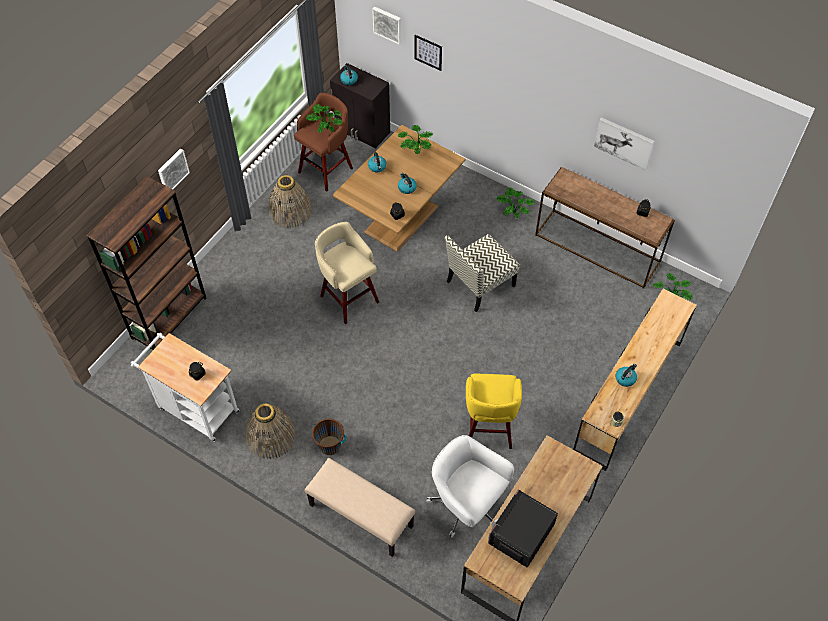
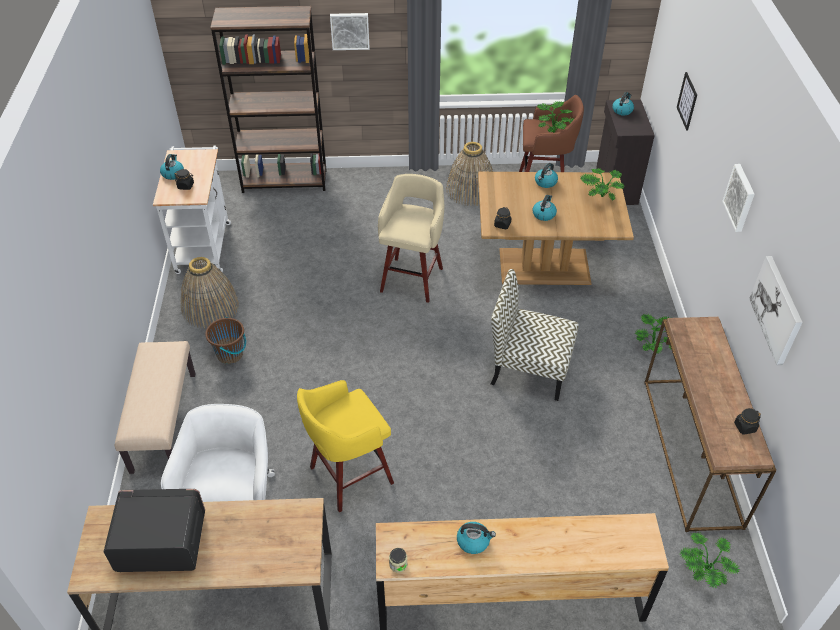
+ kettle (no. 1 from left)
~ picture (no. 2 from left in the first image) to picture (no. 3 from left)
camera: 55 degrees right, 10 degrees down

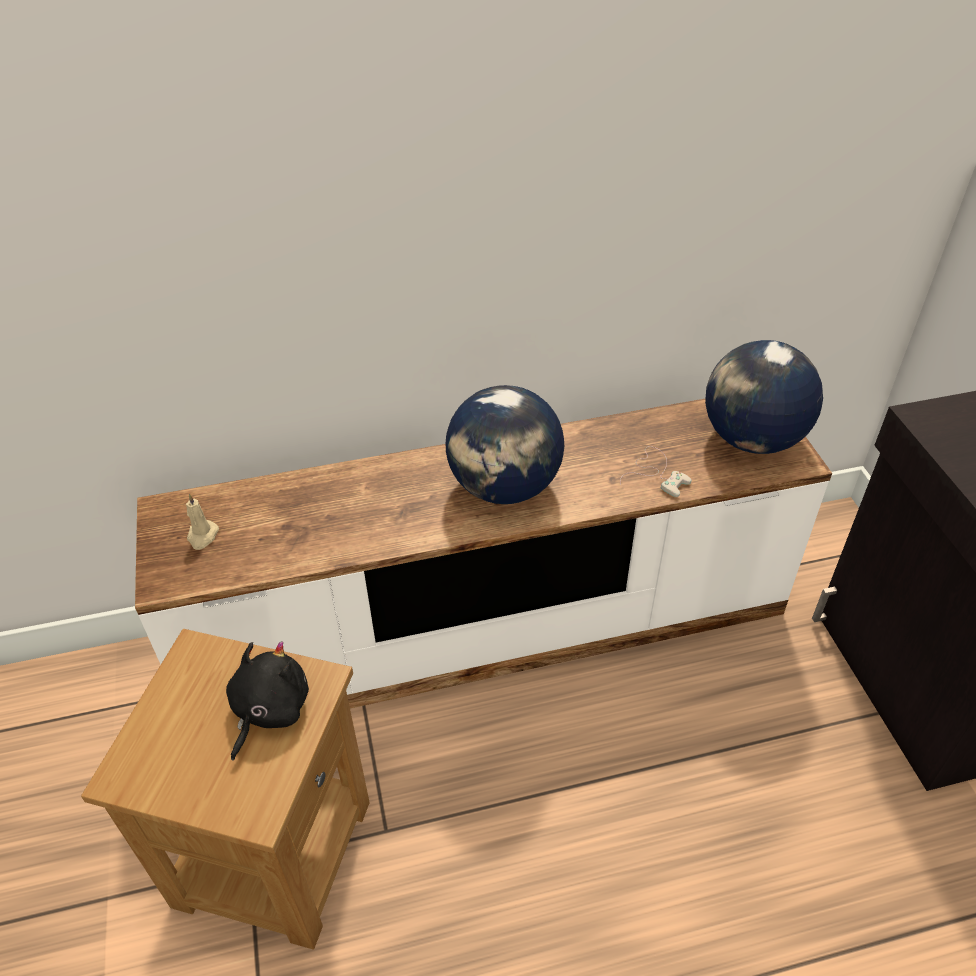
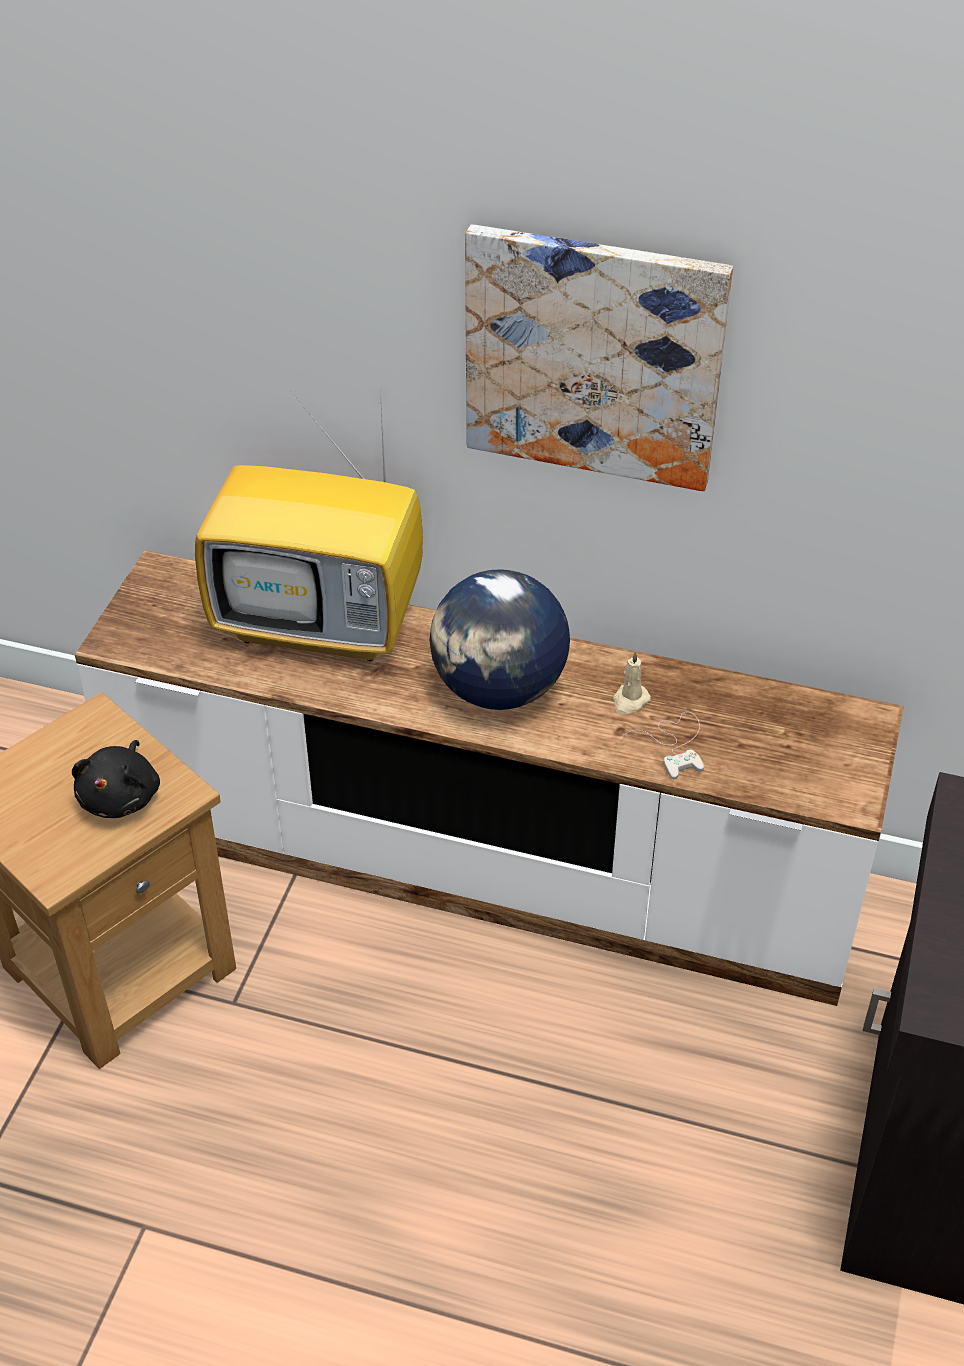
- globe (no. 2 from left)
+ television
+ picture
~ beige candle
~ black plush toy 135 degrees clockwise
camera: 30 degrees right, 0 degrees up

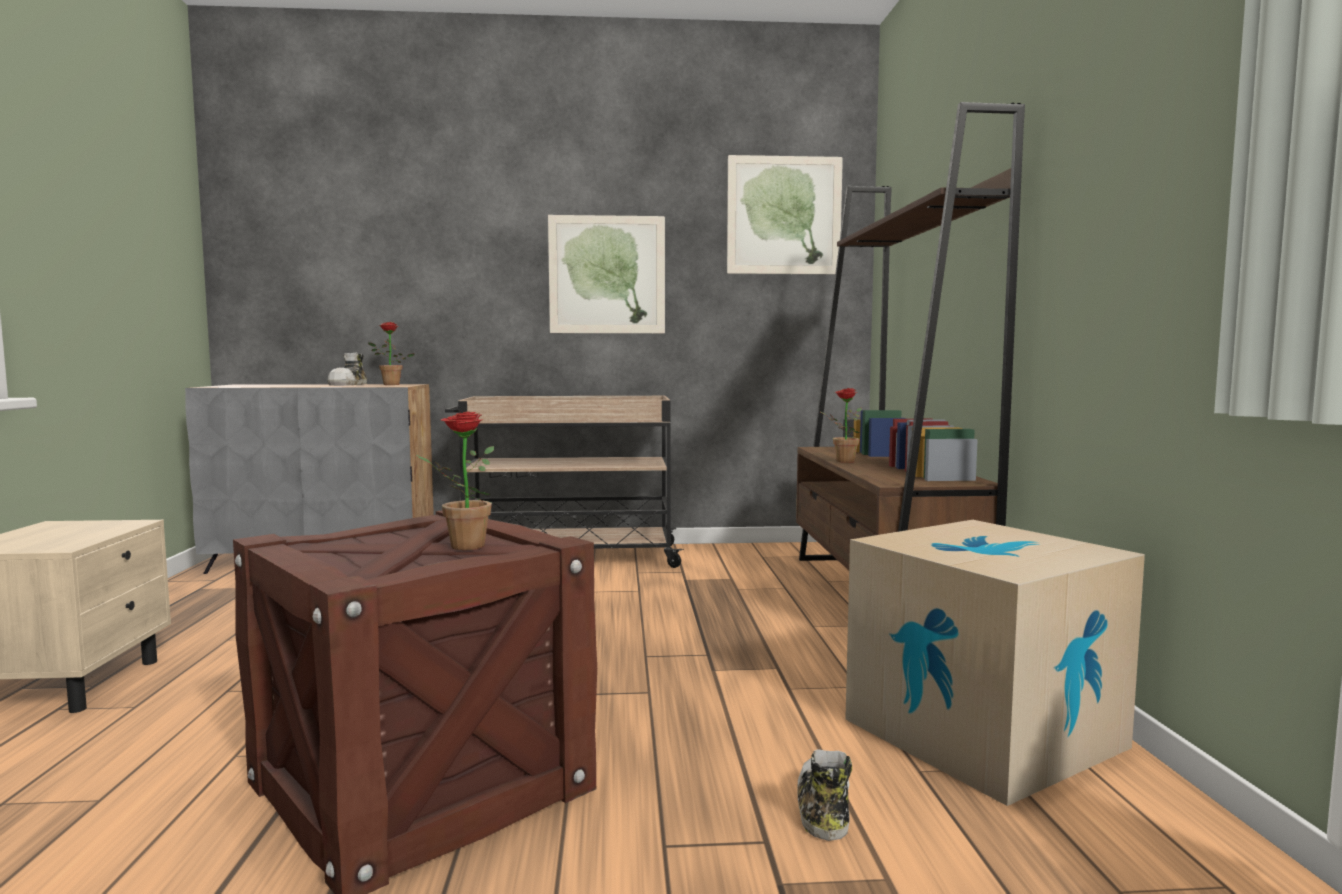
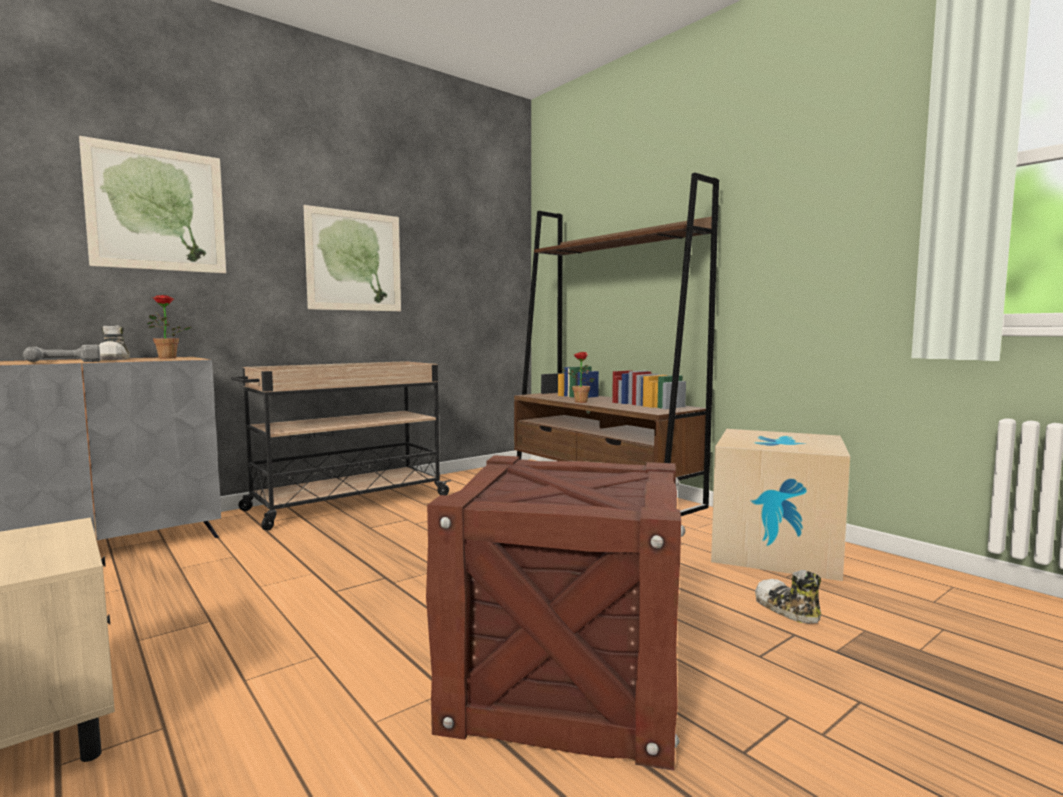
- potted plant (no. 2 from left)
+ power drill
~ picture (no. 2 from left in the first image) to picture (no. 1 from left)
camera: 35 degrees left, 0 degrees up

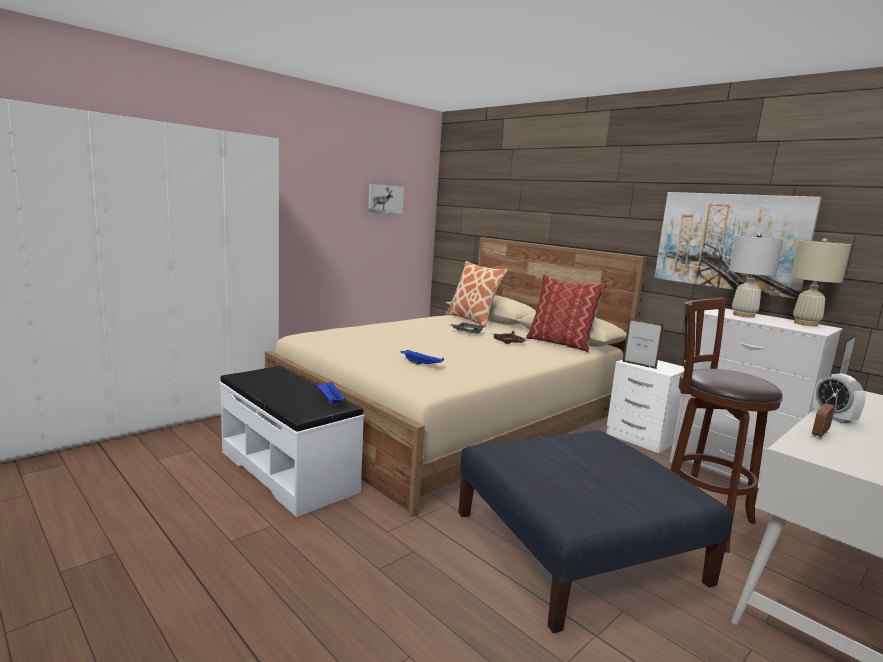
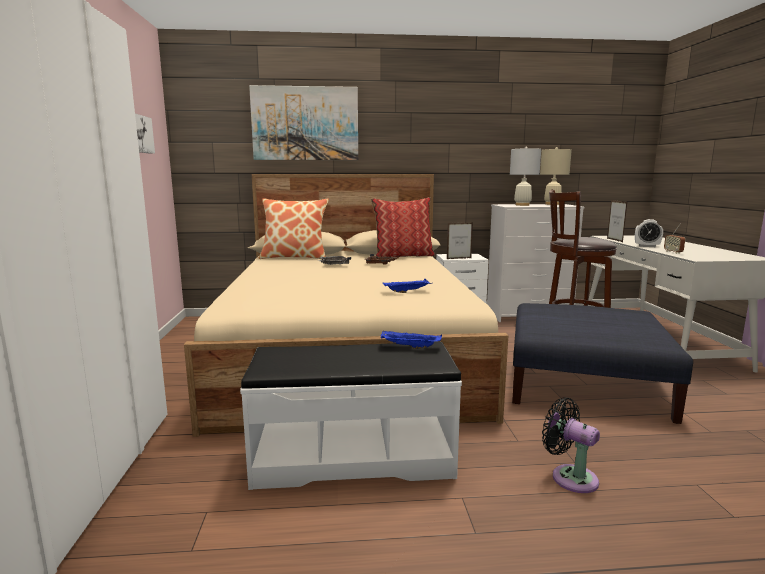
+ black fan
~ picture (no. 2 from left)
camera: 50 degrees left, 0 degrees up

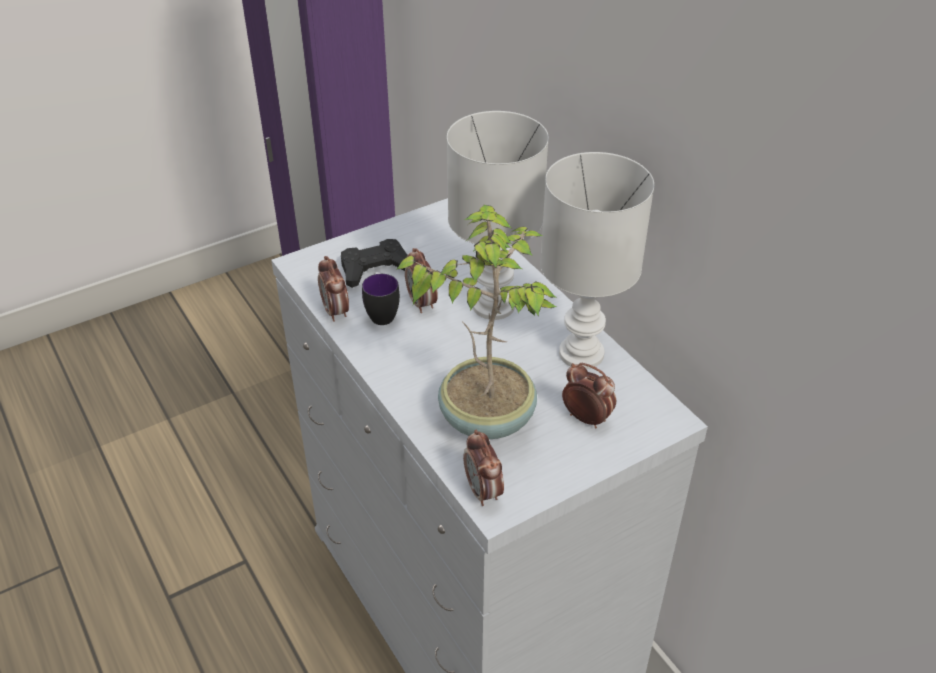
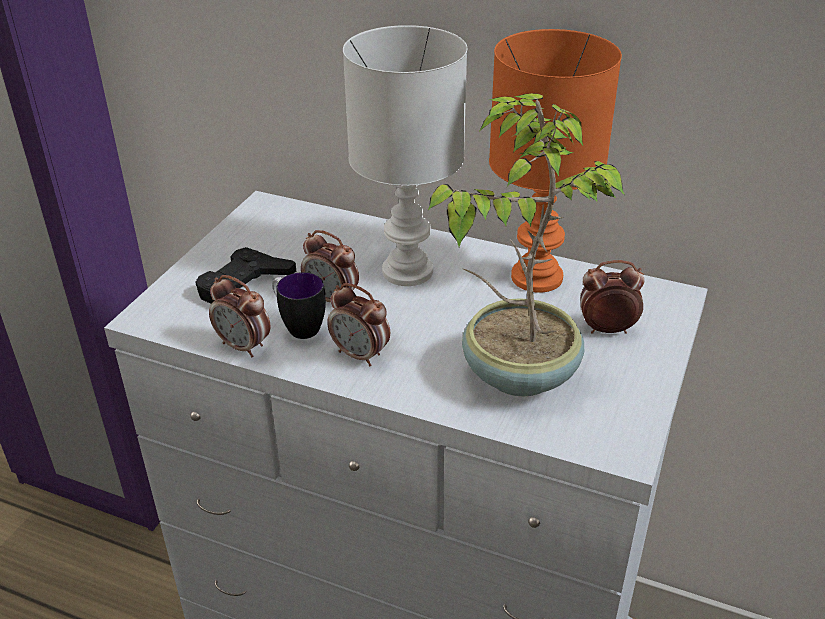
~ alarm clock (no. 3 from left)
~ white table lamp (no. 2 from left) to orange table lamp
camera: 35 degrees left, 5 degrees down

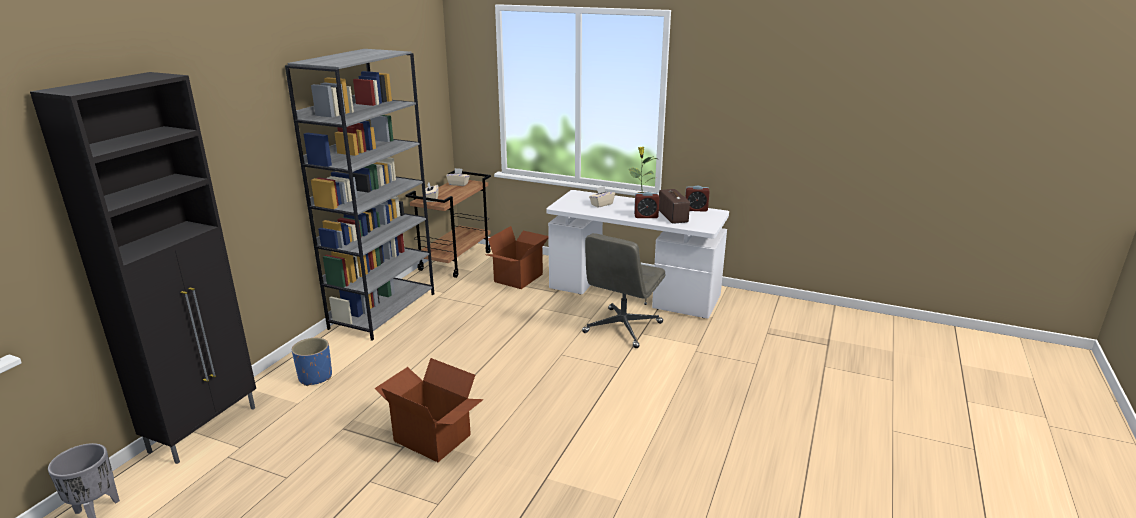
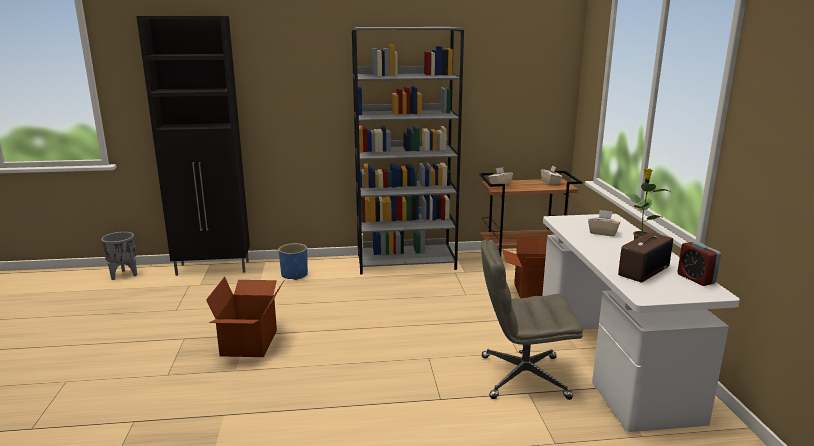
- alarm clock (no. 1 from left)
camera: 60 degrees right, 5 degrees down

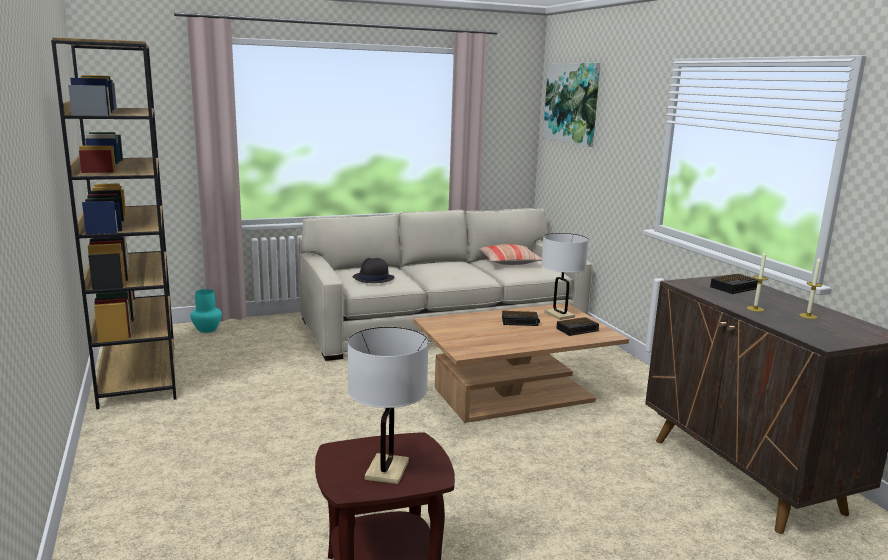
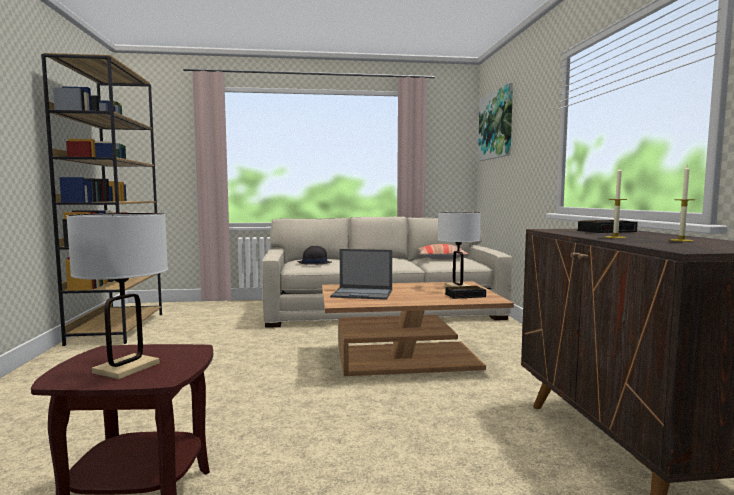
- turquoise vase
- alarm clock (no. 1 from left)
+ laptop
camera: 15 degrees right, 10 degrees down

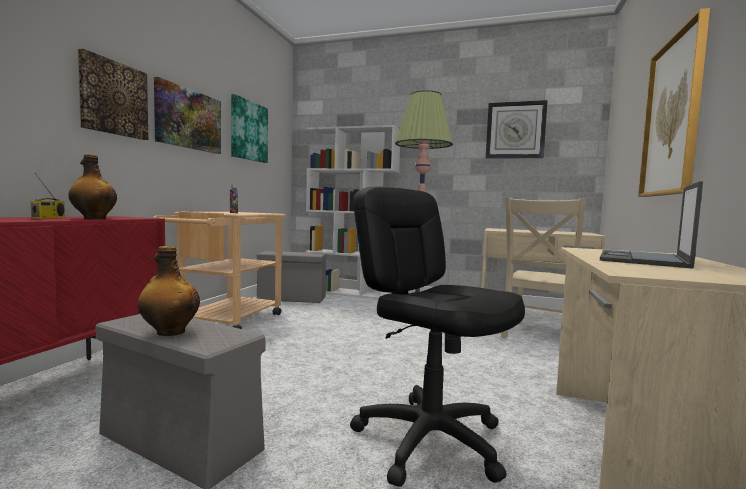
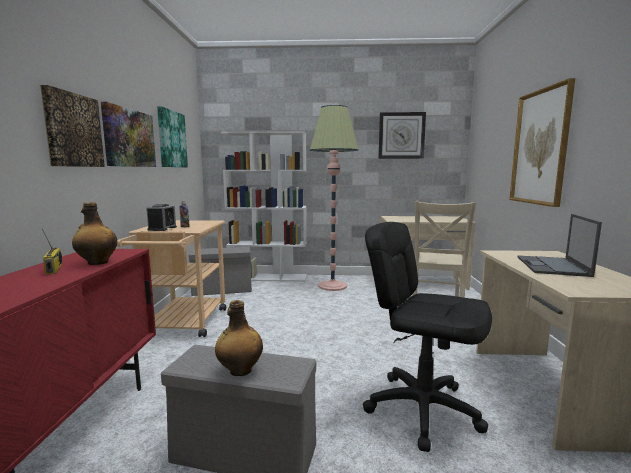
+ alarm clock
camera: 15 degrees left, 5 degrees up

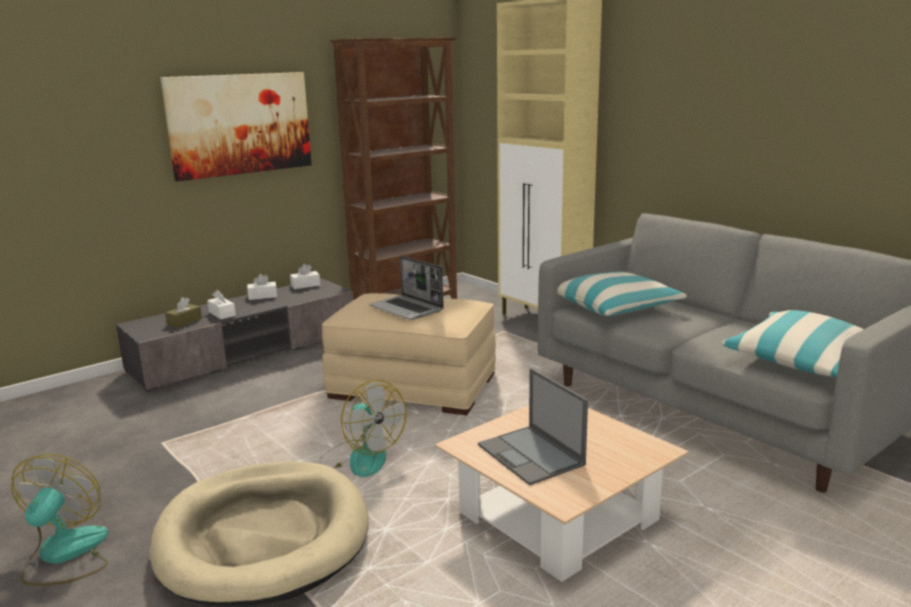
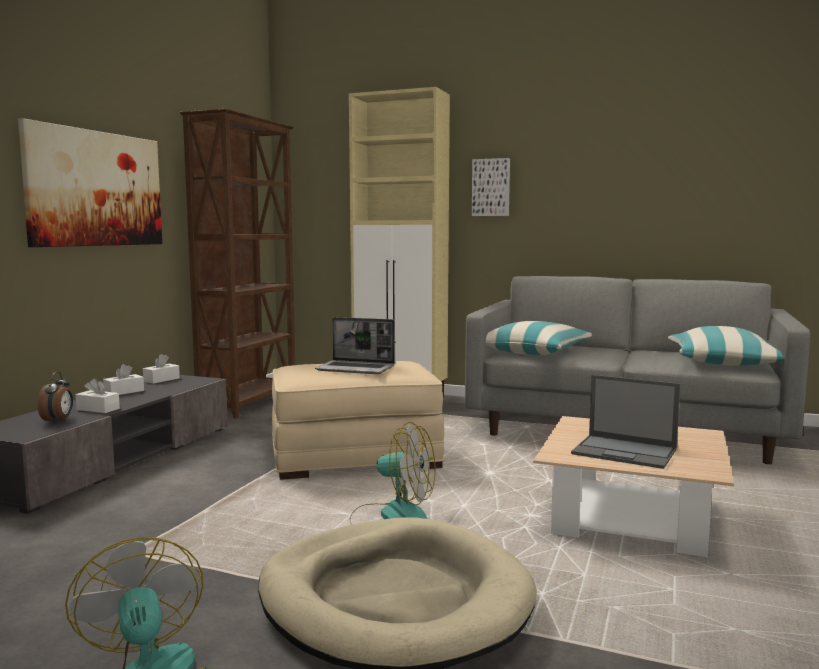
+ picture (no. 2 from left)
~ brown tissue box to alarm clock
camera: 30 degrees left, 10 degrees down

